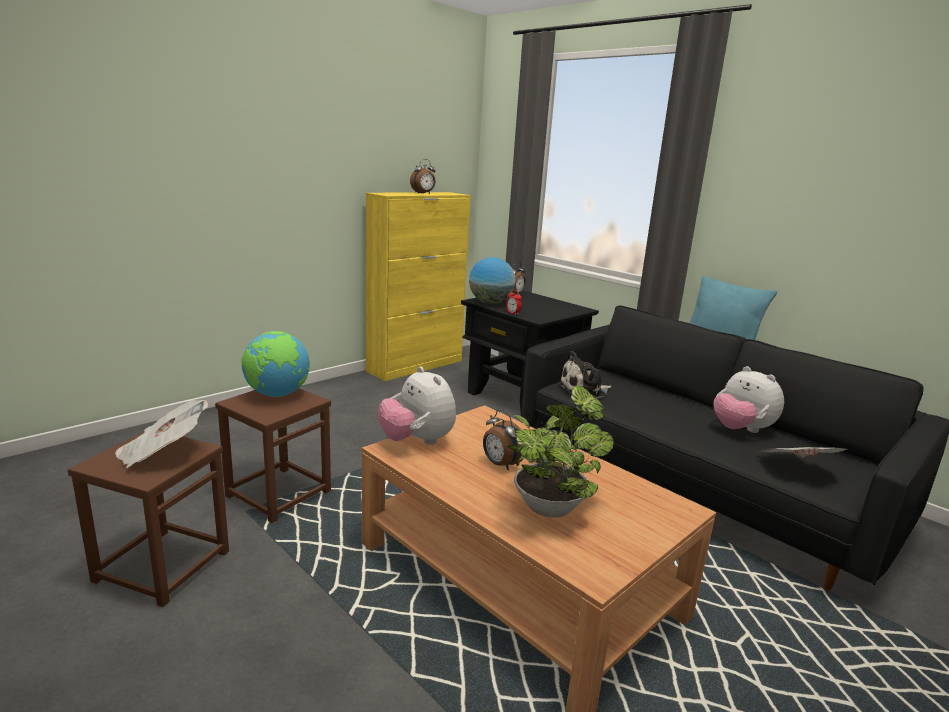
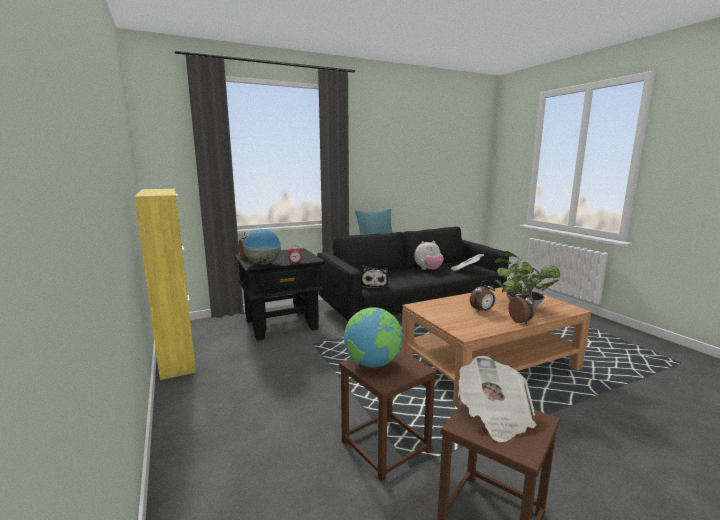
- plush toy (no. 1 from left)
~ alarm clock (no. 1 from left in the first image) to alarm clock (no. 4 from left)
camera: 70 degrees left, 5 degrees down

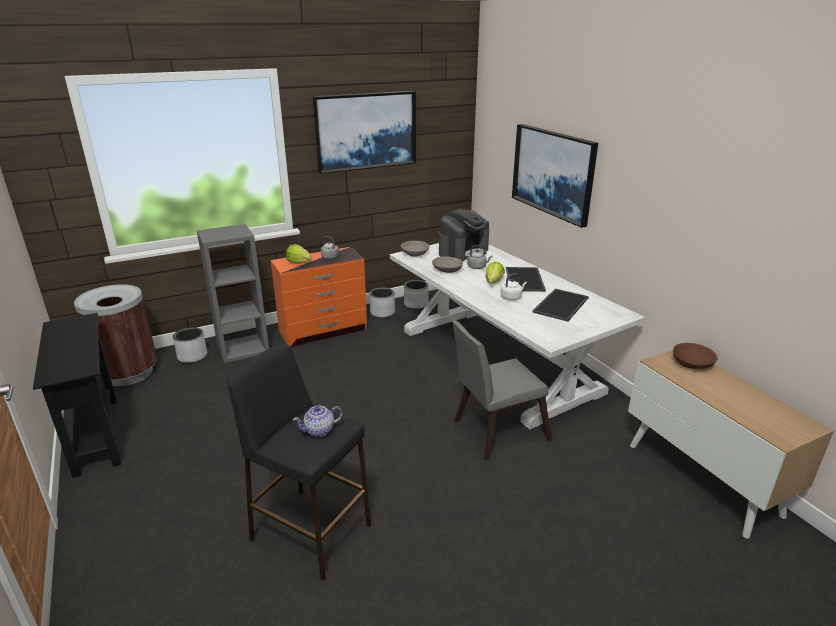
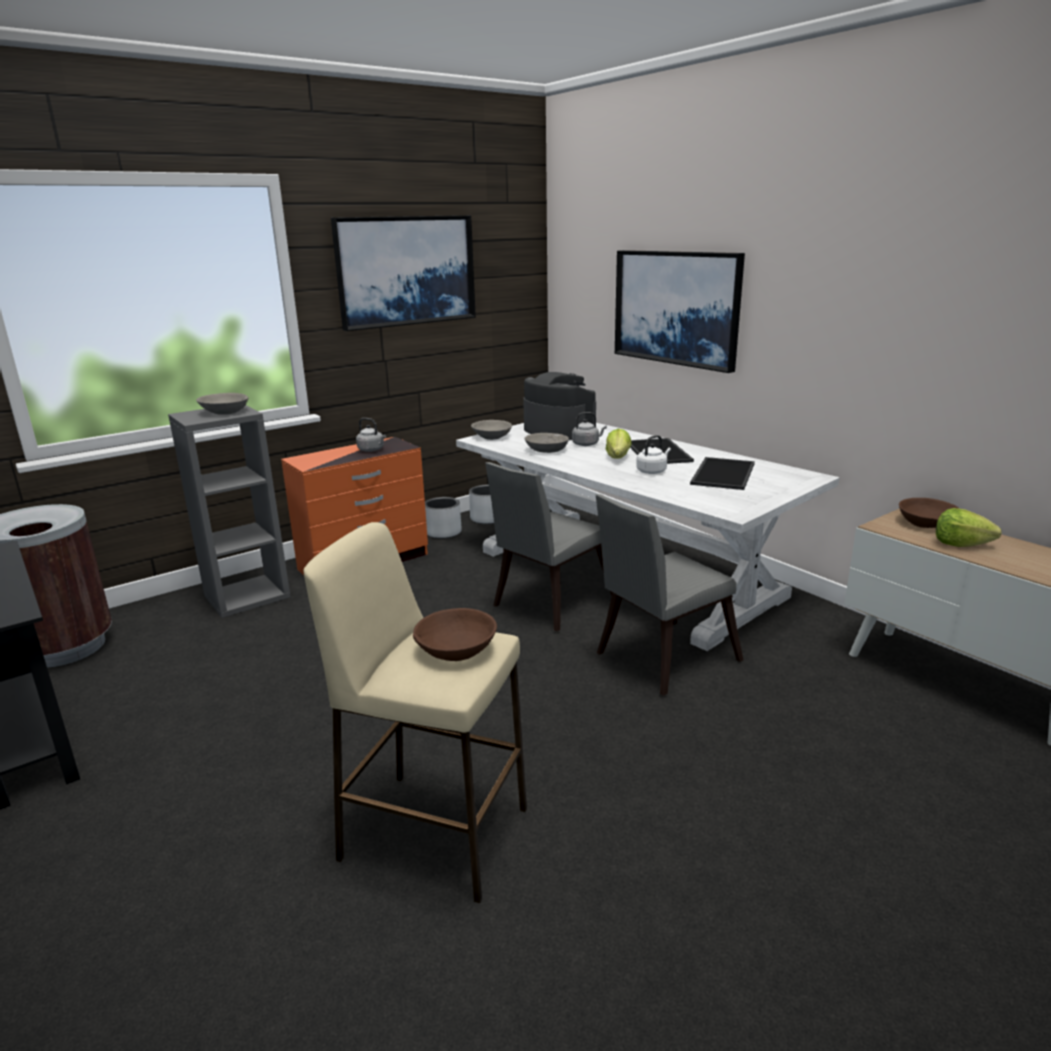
- grey planter (no. 1 from left)
+ grey bowl (no. 1 from left)
+ grey chair (no. 1 from left)
~ lettuce (no. 1 from left in the first image) to lettuce (no. 2 from left)
~ teapot to brown bowl (no. 1 from left)
~ black stool to beige stool
~ coffee machine 75 degrees counterclockwise
camera: 10 degrees left, 5 degrees down

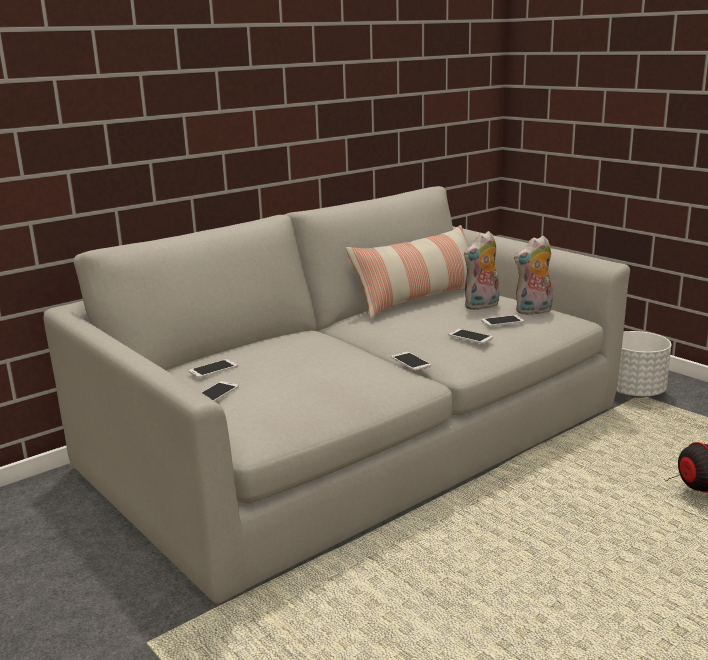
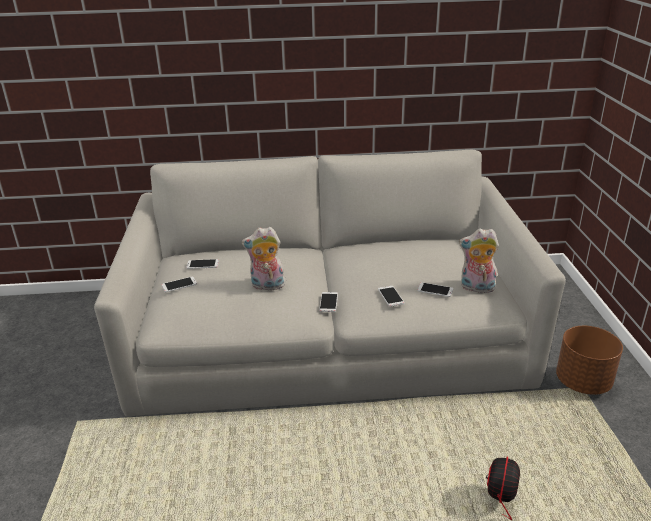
- pillow
~ plush toy (no. 1 from left)
~ white planter to brown planter
camera: 35 degrees right, 10 degrees up

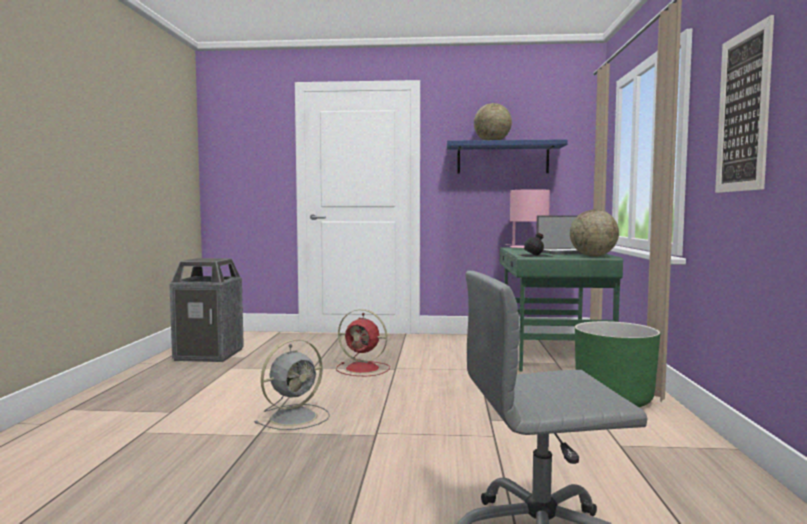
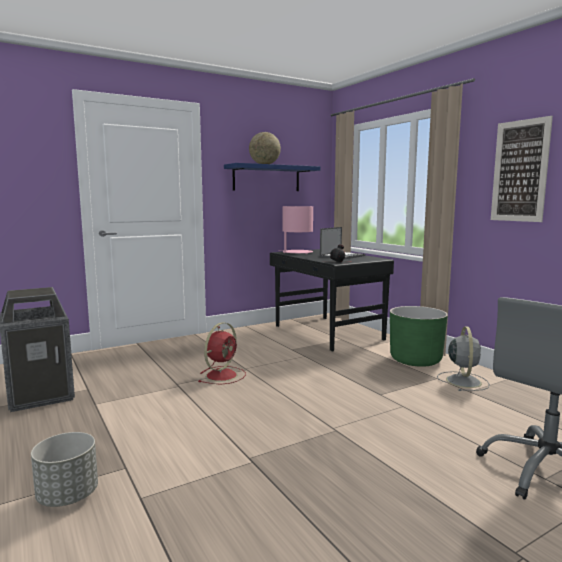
- globe (no. 2 from left)
+ grey planter
~ grey fan
~ green desk to black desk
~ red fan 45 degrees counterclockwise
camera: 35 degrees left, 5 degrees up

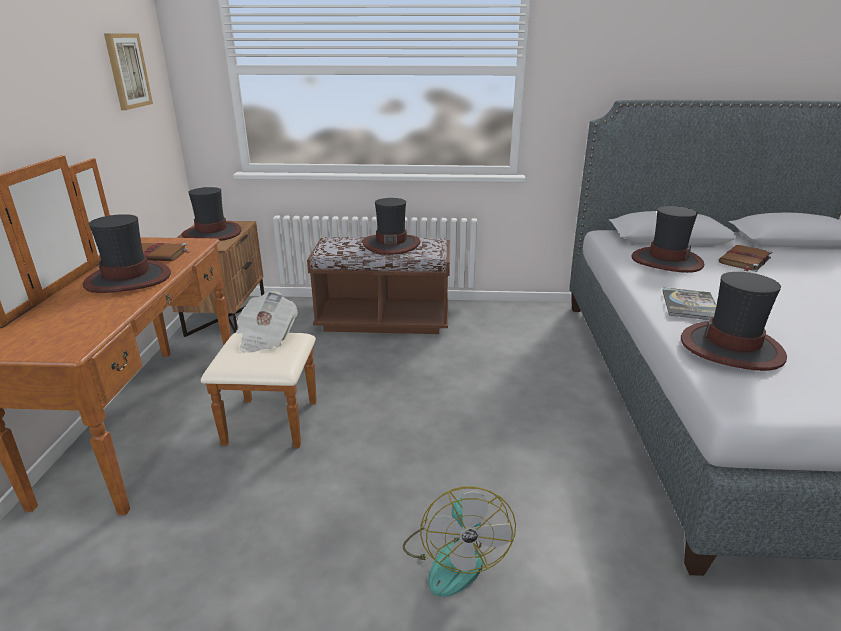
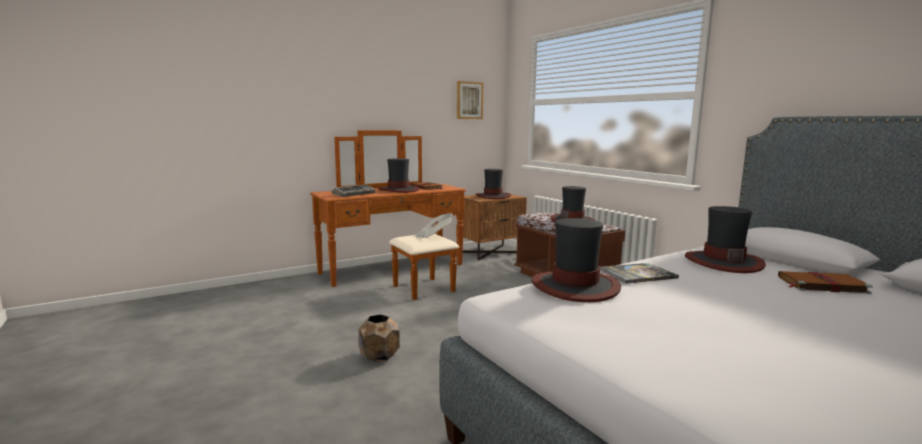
+ keyboard
~ fan to brown planter
camera: 55 degrees right, 15 degrees down

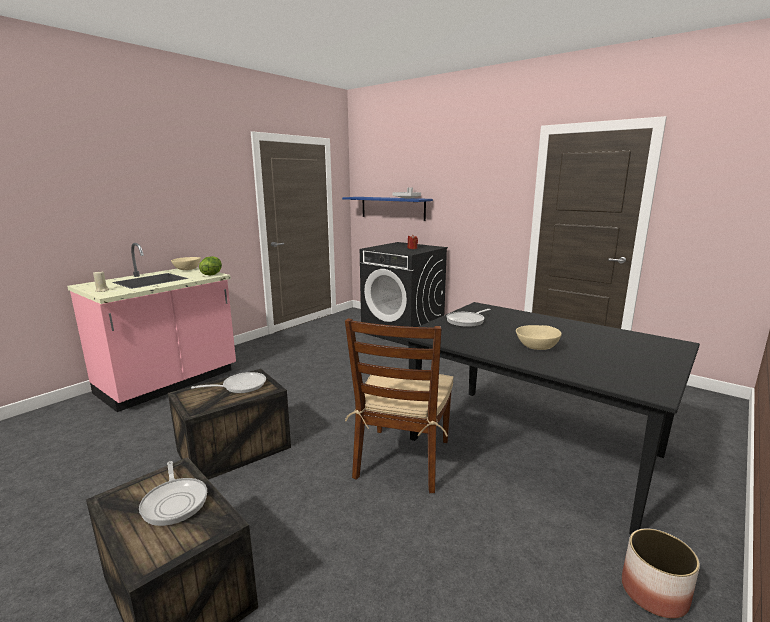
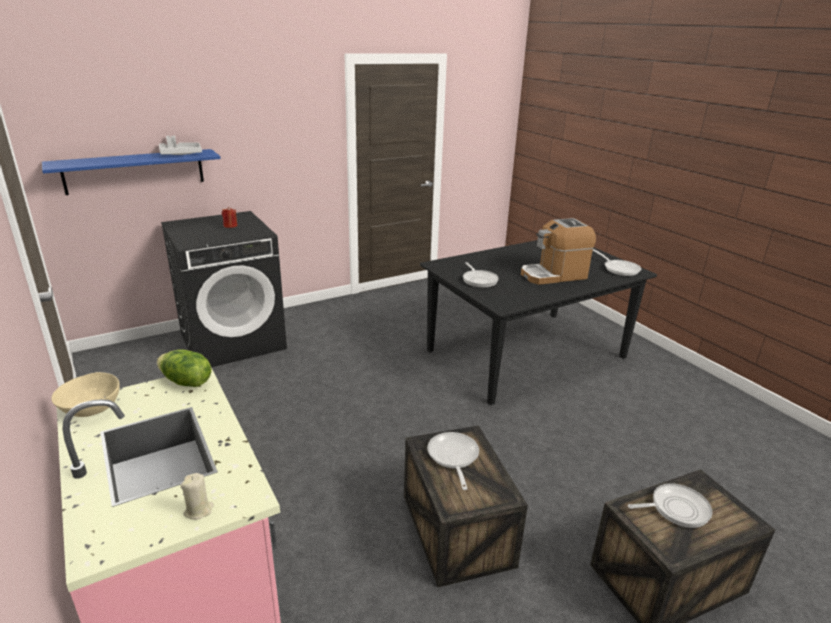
- brown chair
- planter
+ frying pan (no. 3 from left)
~ beige bowl (no. 2 from left) to coffee machine
camera: 70 degrees left, 10 degrees up

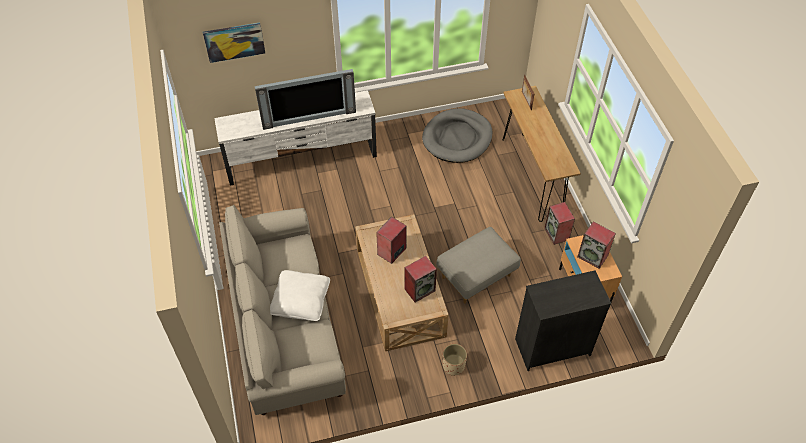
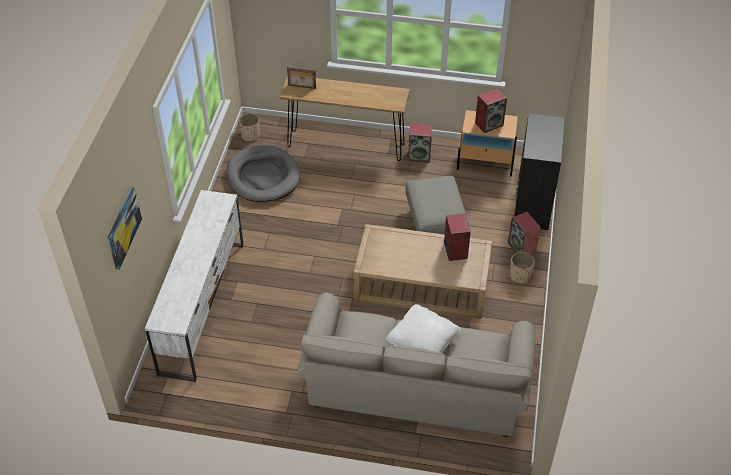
- television
+ beige planter (no. 1 from left)
~ speaker (no. 1 from left in the first image) to speaker (no. 4 from left)
camera: 65 degrees left, 5 degrees down

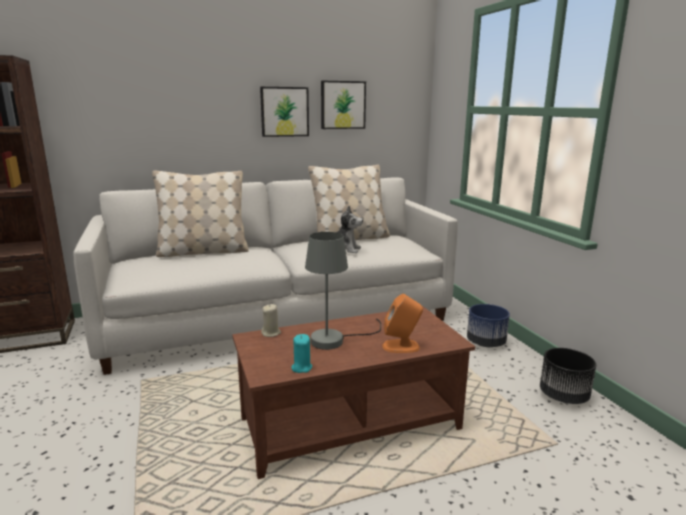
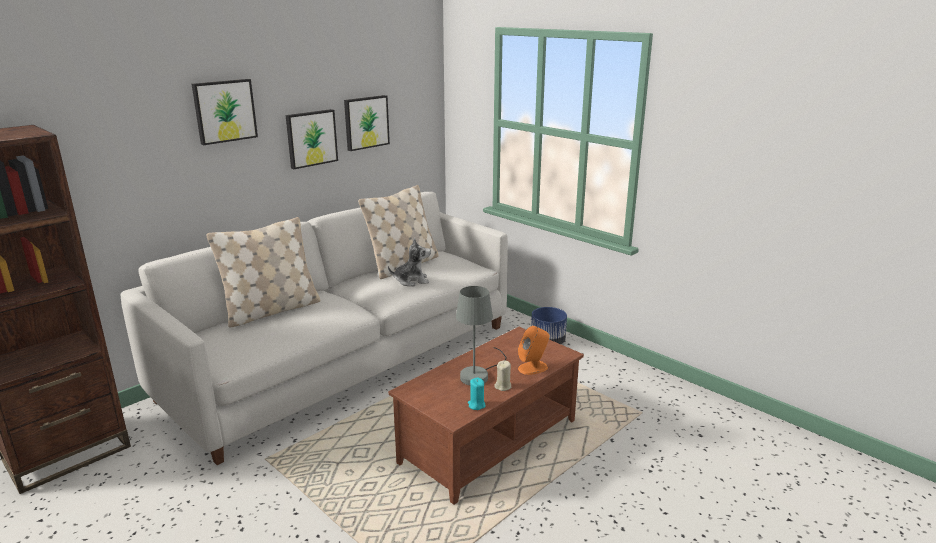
- black planter
+ picture (no. 1 from left)
~ beige candle
camera: 25 degrees left, 5 degrees up

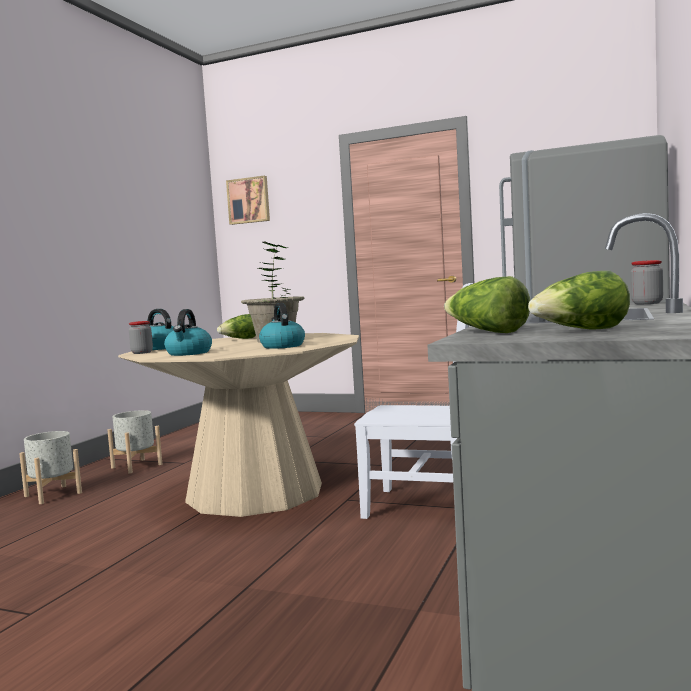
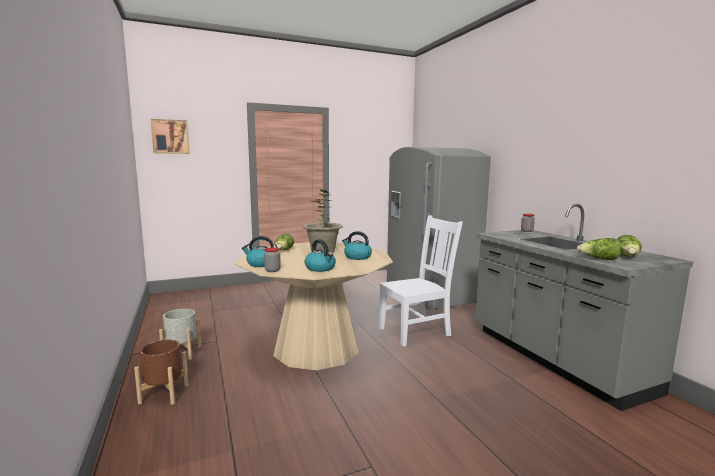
~ grey planter (no. 1 from left) to brown planter
camera: 45 degrees left, 5 degrees up

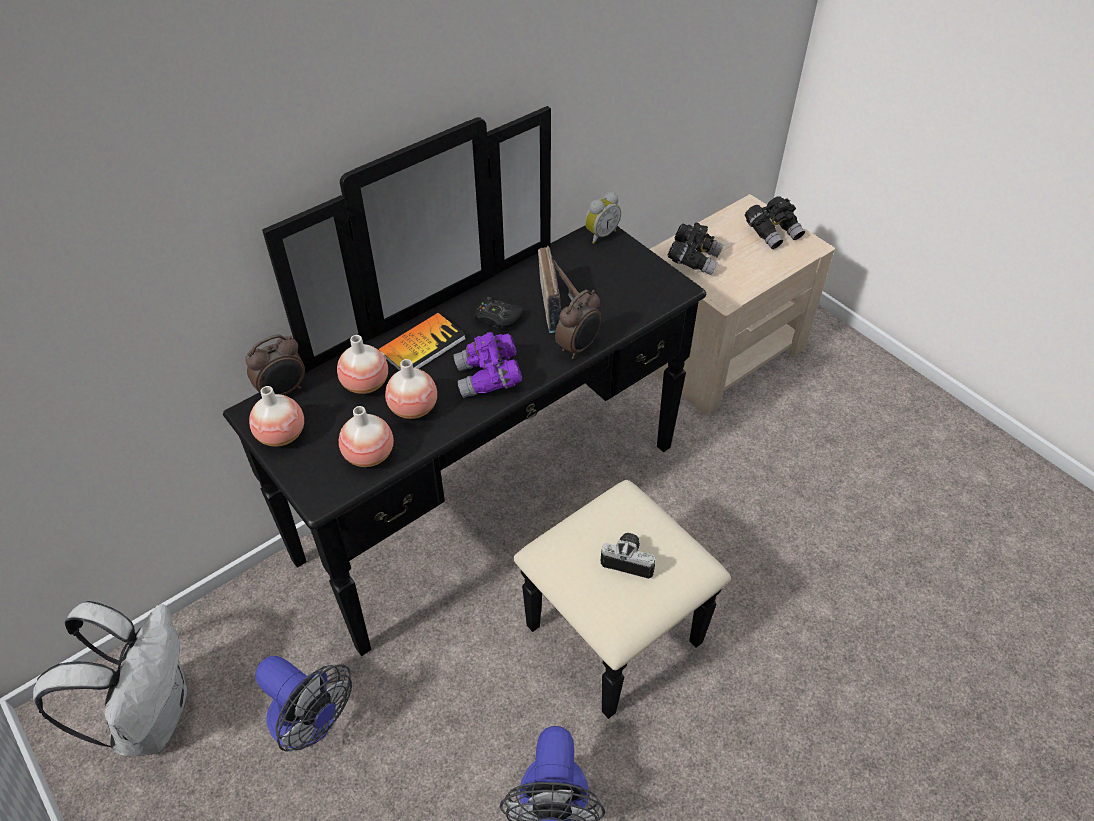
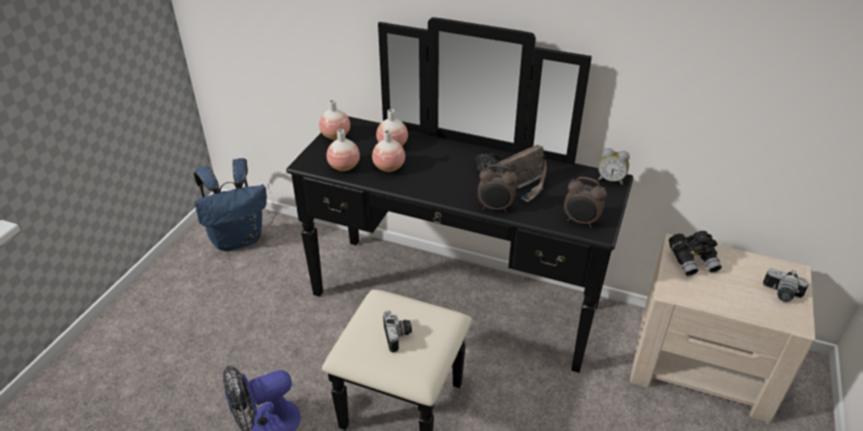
- fan (no. 1 from left)
- book
- purple binoculars
~ alarm clock (no. 1 from left in the first image) to alarm clock (no. 2 from left)
~ black binoculars (no. 2 from left) to photo camera (no. 2 from left)
~ white backpack to blue backpack
camera: 60 degrees right, 10 degrees down

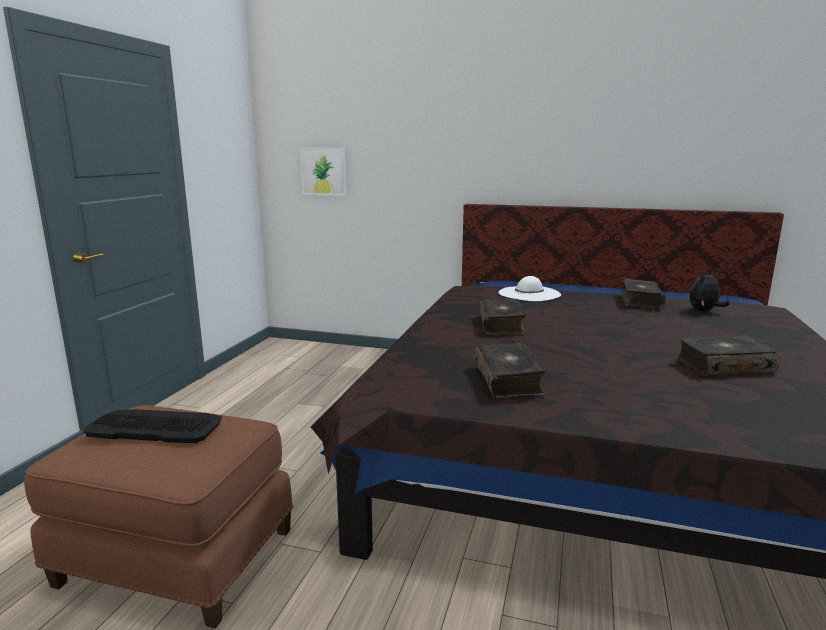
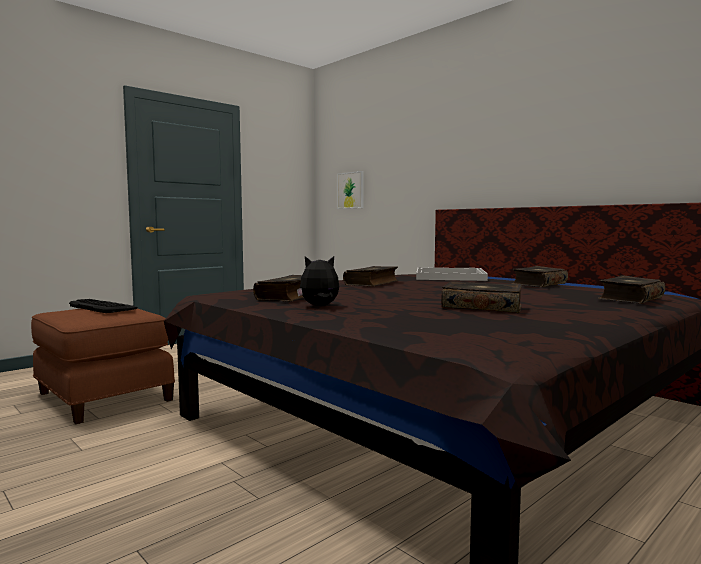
+ book (no. 5 from left)
~ plush toy
~ white hat to white tray
camera: 30 degrees right, 10 degrees down

